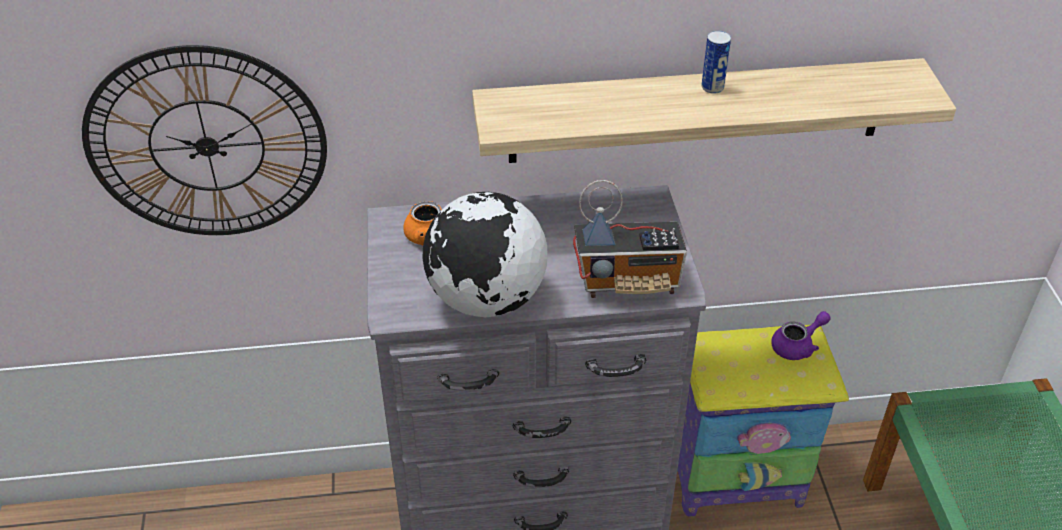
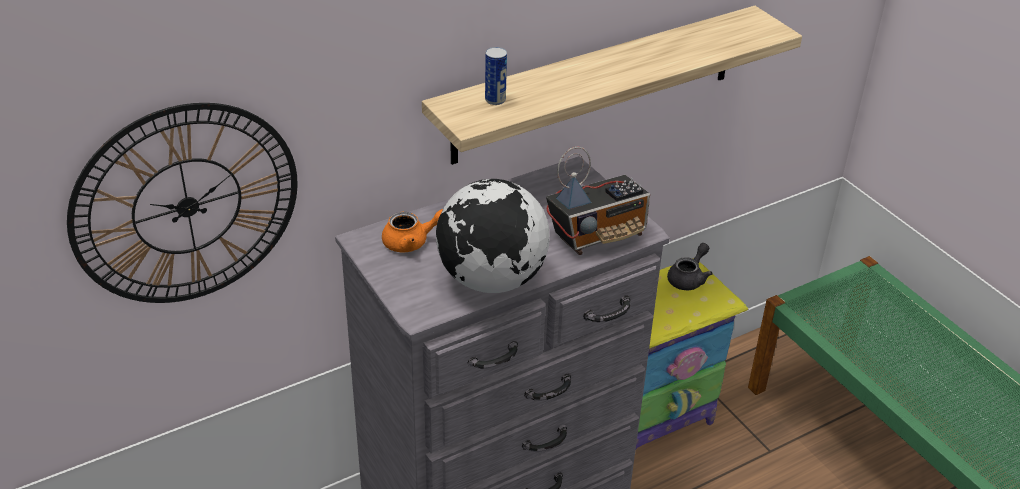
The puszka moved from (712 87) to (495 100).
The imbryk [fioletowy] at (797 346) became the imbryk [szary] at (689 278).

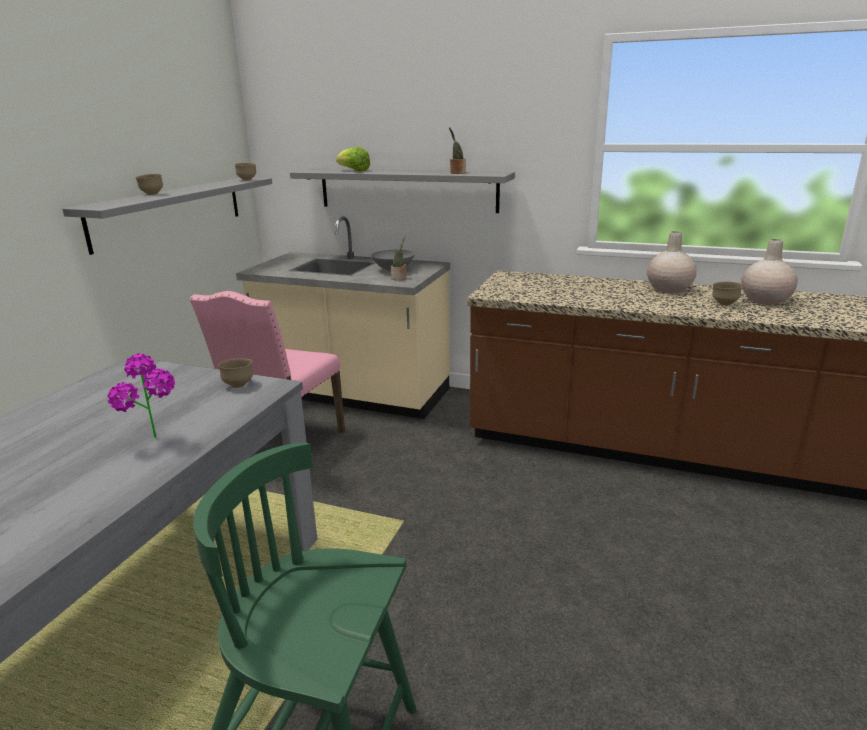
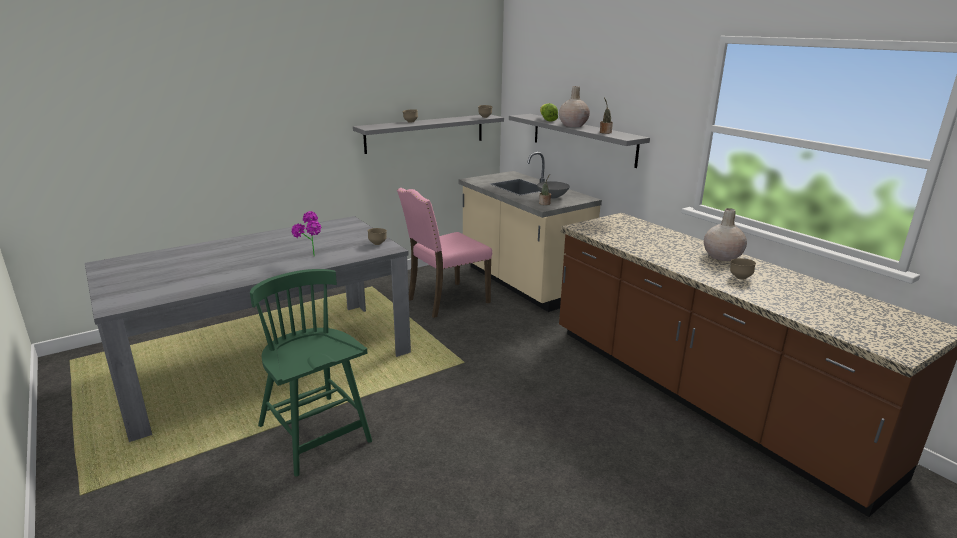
The wazon [beżowy] moved from (764 300) to (573 125).

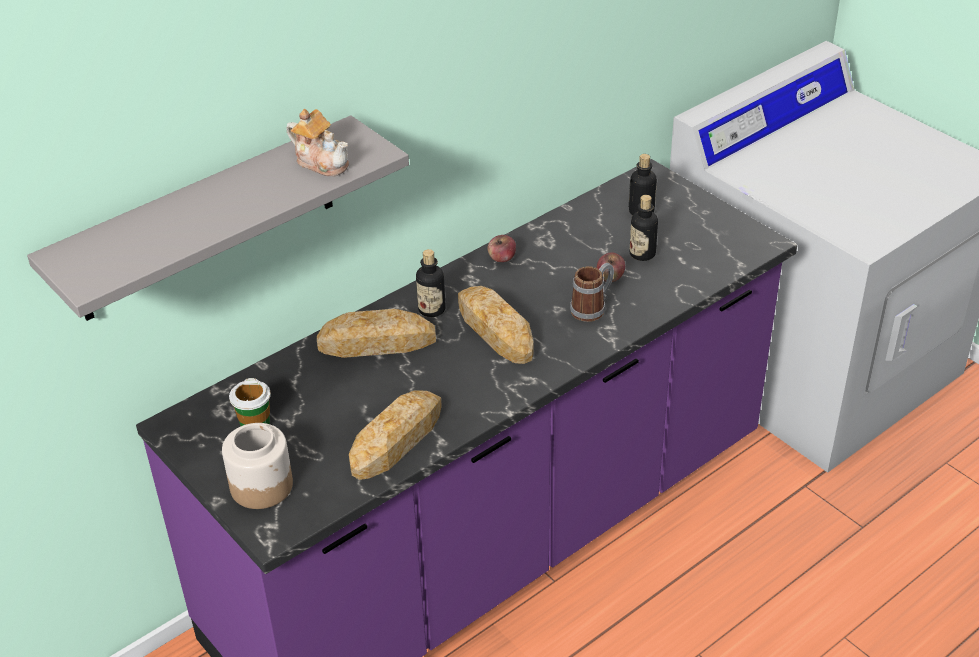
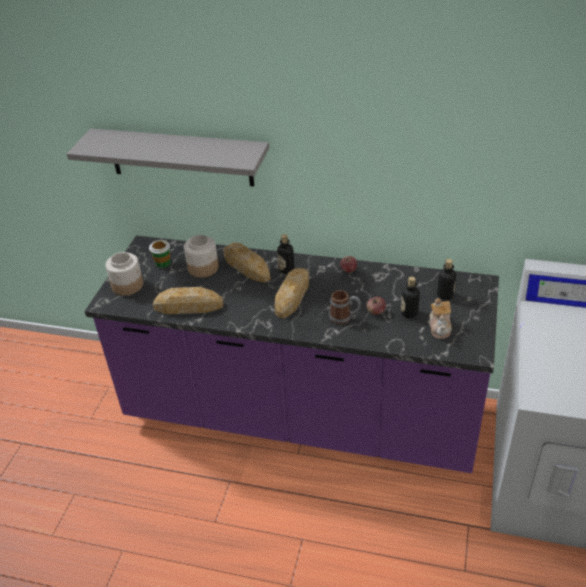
The słoik at (202 268) appeared.
The imbryk moved from (322 162) to (440 327).

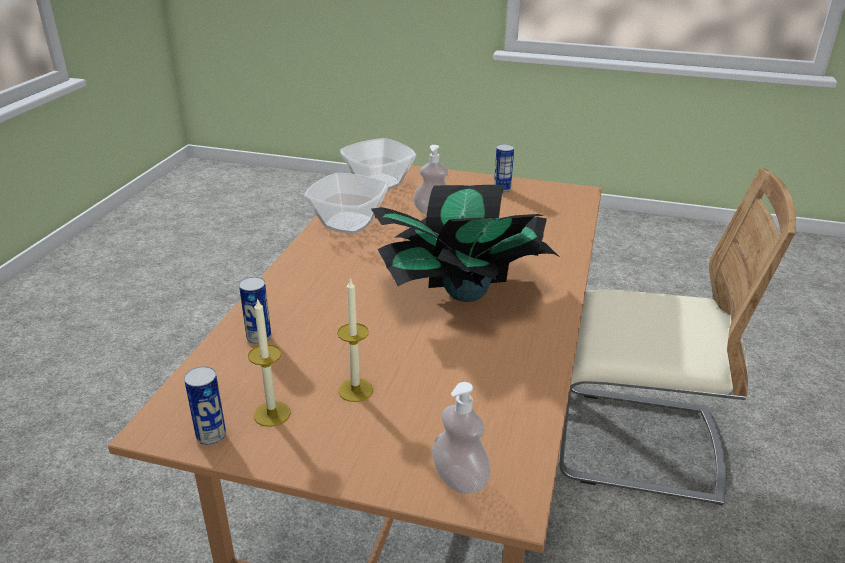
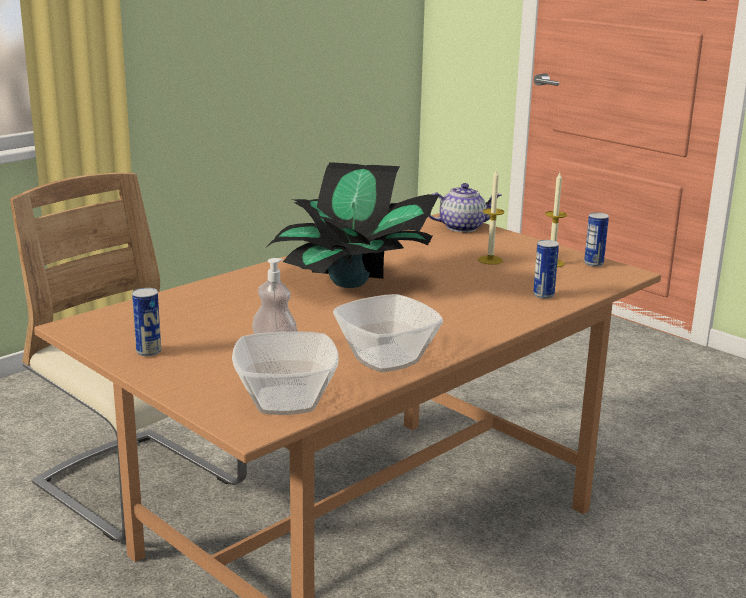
The dozownik mydła at (459 479) was replaced by the imbryk at (462 227).

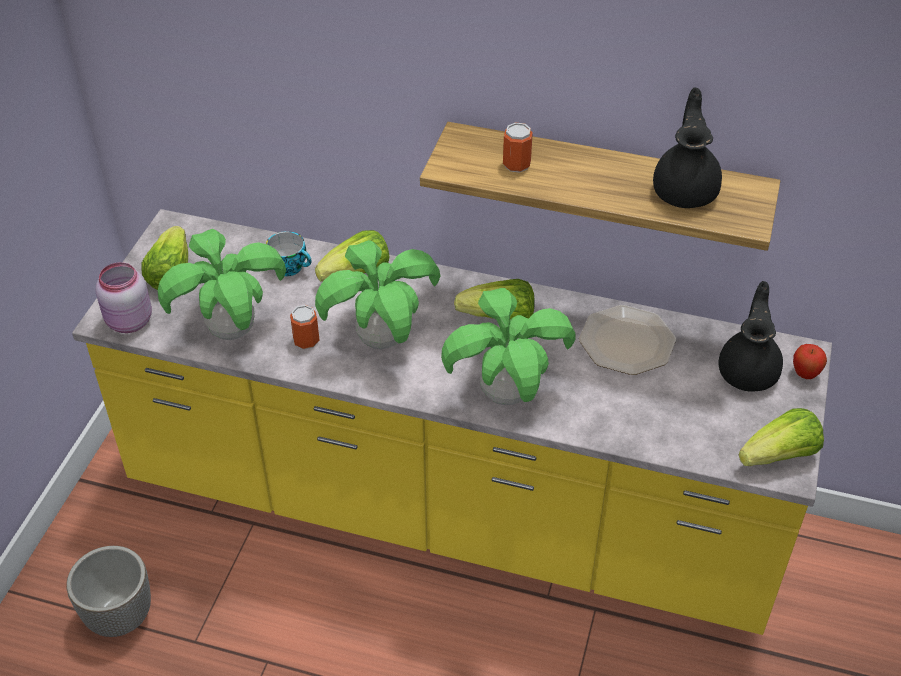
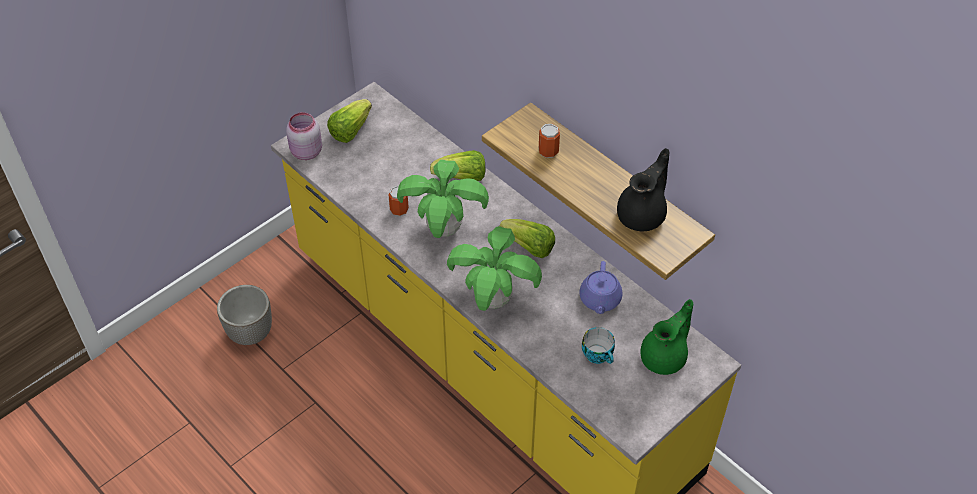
The roślina doniczkowa at (232 331) disappeared.
The sałata at (780 456) disappeared.
The jabłko at (805 374) disappeared.
The filiżanka moved from (290 267) to (598 355).
The talerz at (627 341) was replaced by the imbryk [fioletowy] at (600 300).
The imbryk [czarny] at (748 371) became the imbryk [zielony] at (665 357).

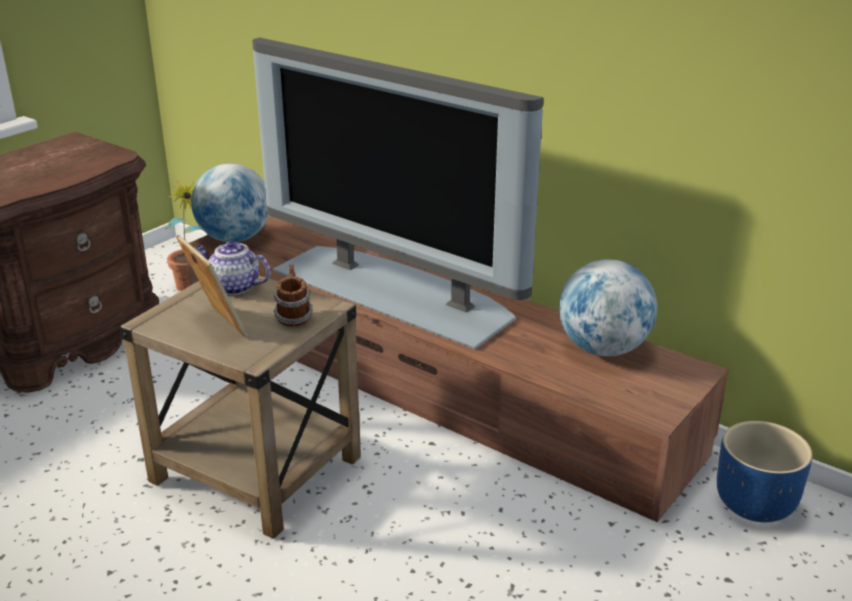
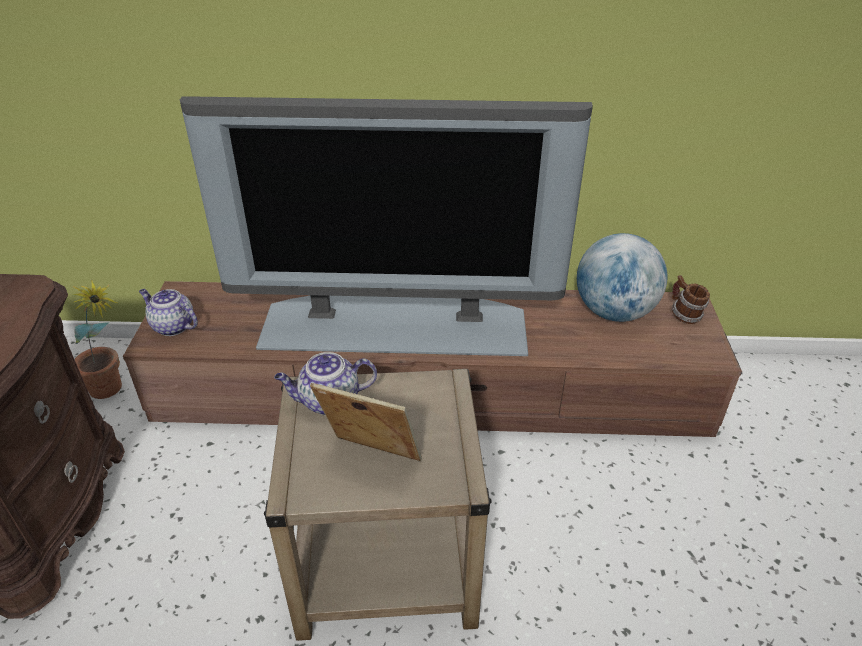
The donica [niebieski] at (755 505) disappeared.
The kubek moved from (293 317) to (684 315).
The globus at (234 238) was replaced by the imbryk at (172 326).

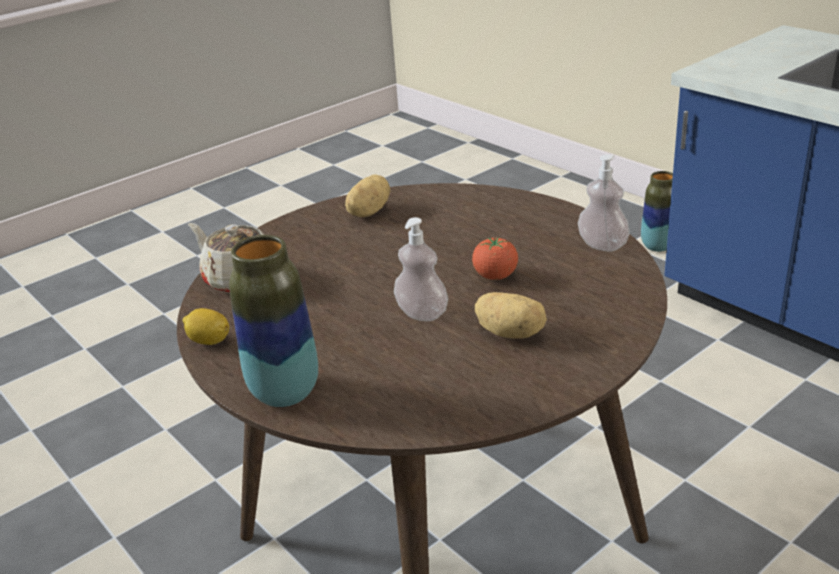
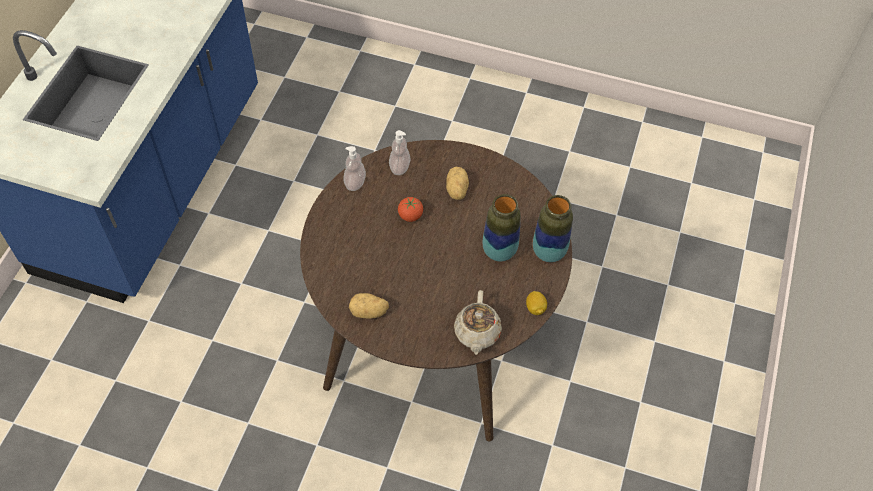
The dozownik mydła moved from (422 313) to (399 167).
The wazon moved from (657 246) to (499 251).

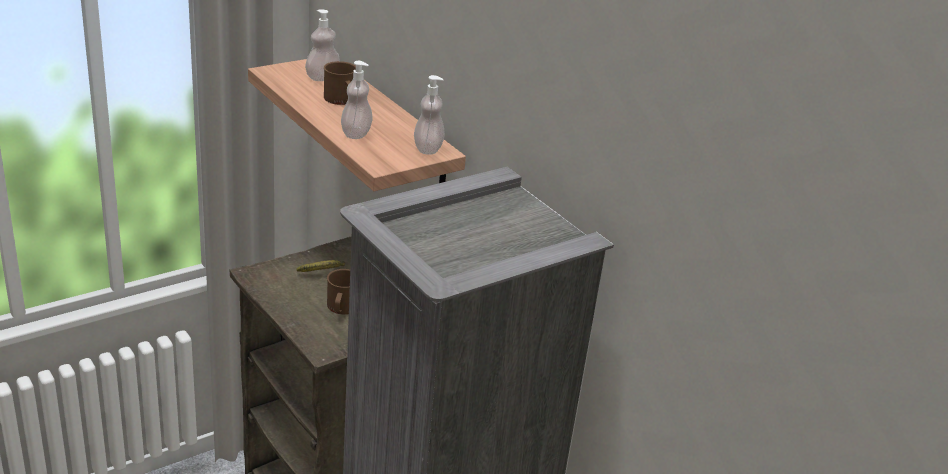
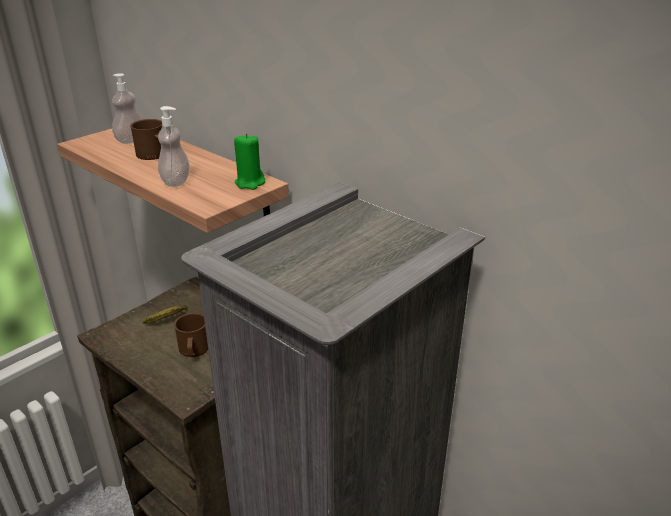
The dozownik mydła at (428 149) was replaced by the świeca [zielony] at (250 183).

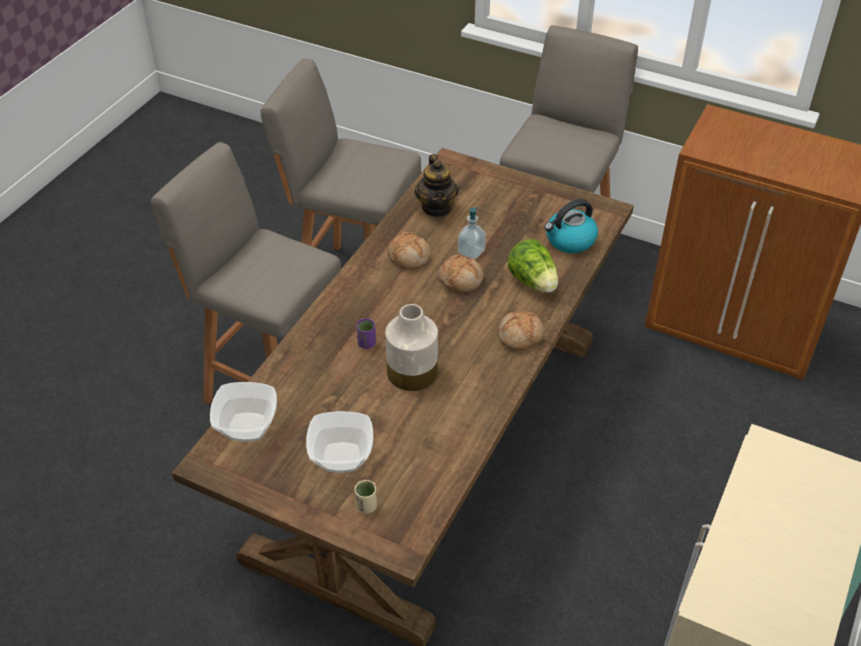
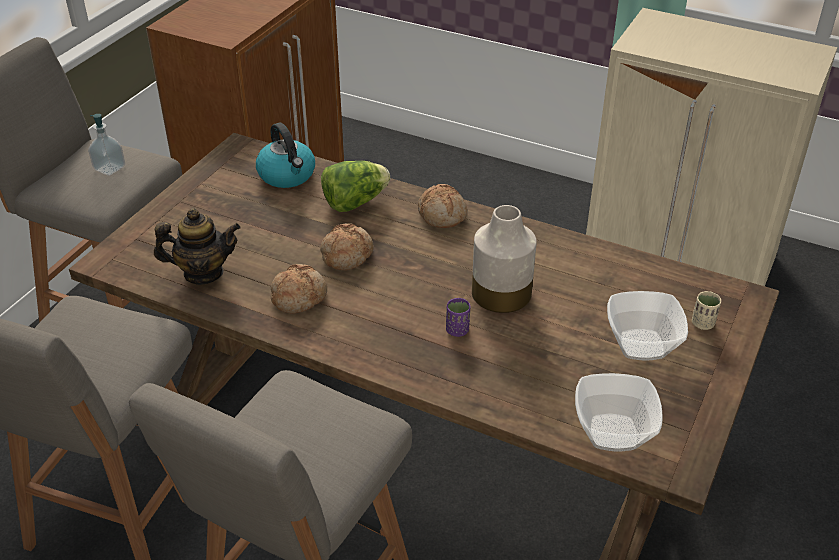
The dozownik mydła moved from (471 251) to (109 168).

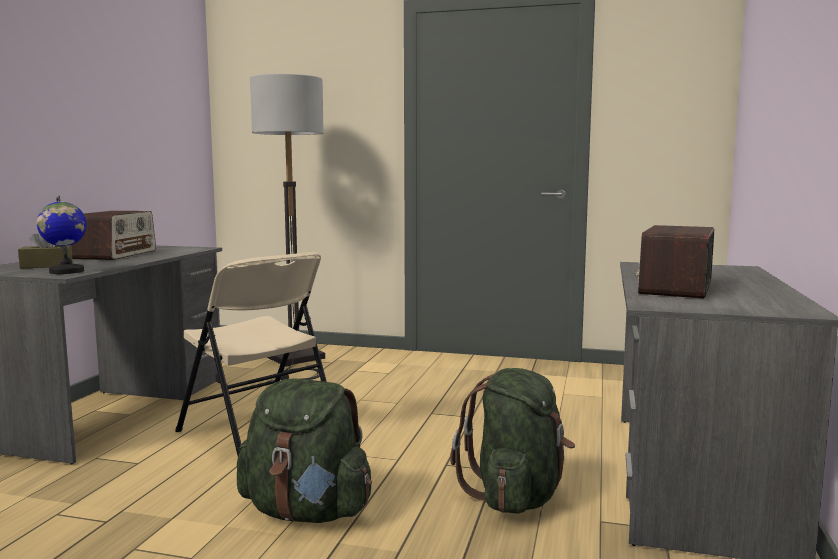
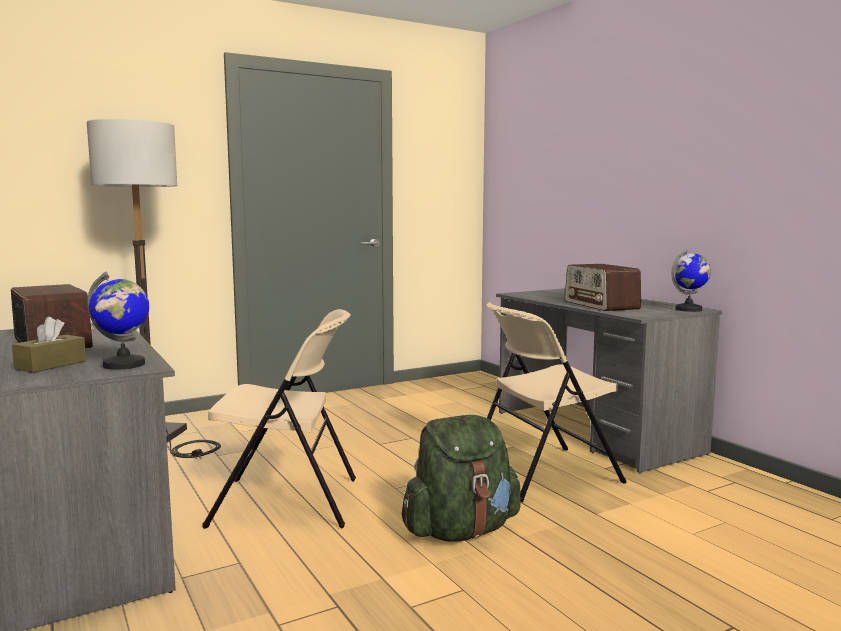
The globus at (689 309) appeared.
The plecak [zielony] at (516 496) was replaced by the krzesło [beżowy] at (544 472).

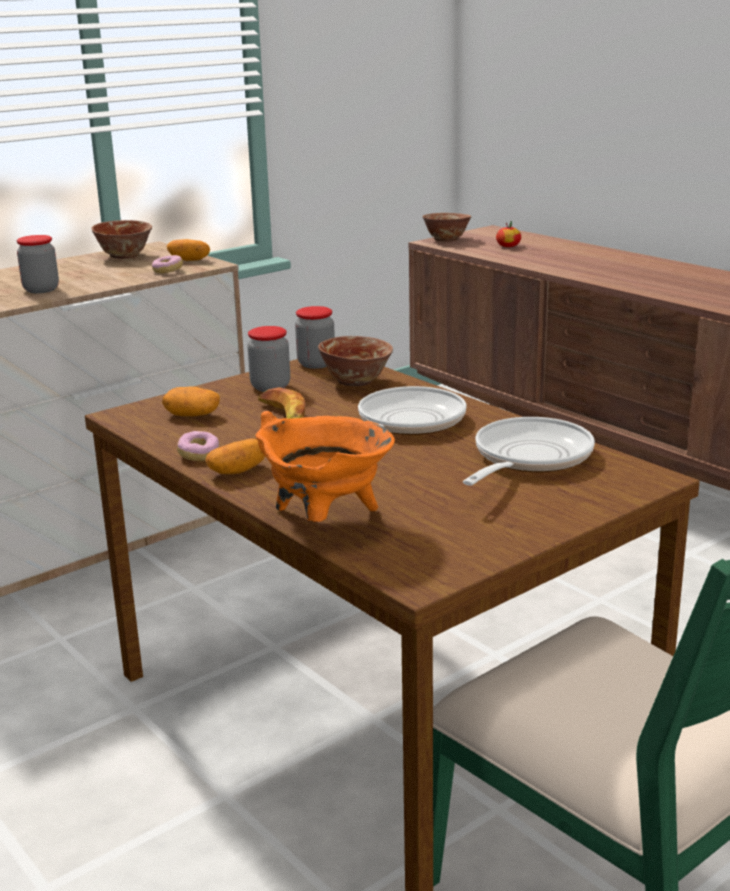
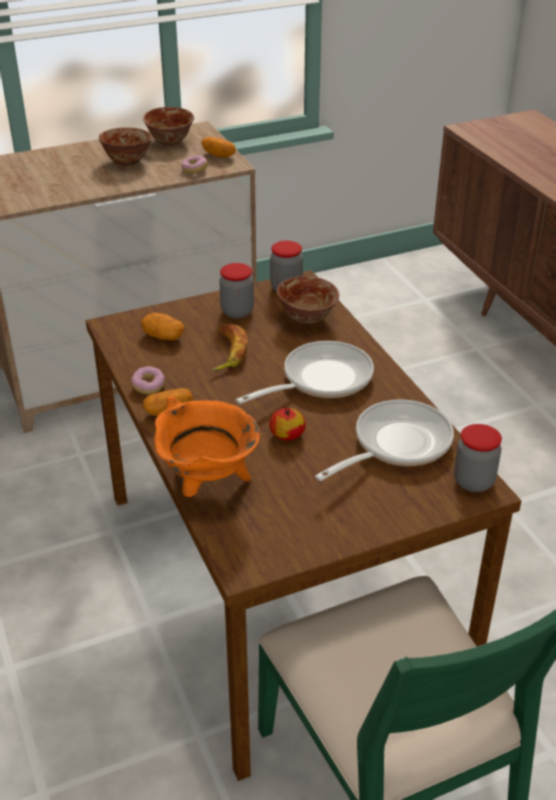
The słoik moved from (41 290) to (473 482).
The miska moved from (446 240) to (127 161).
The jabłko moved from (508 246) to (287 434).

